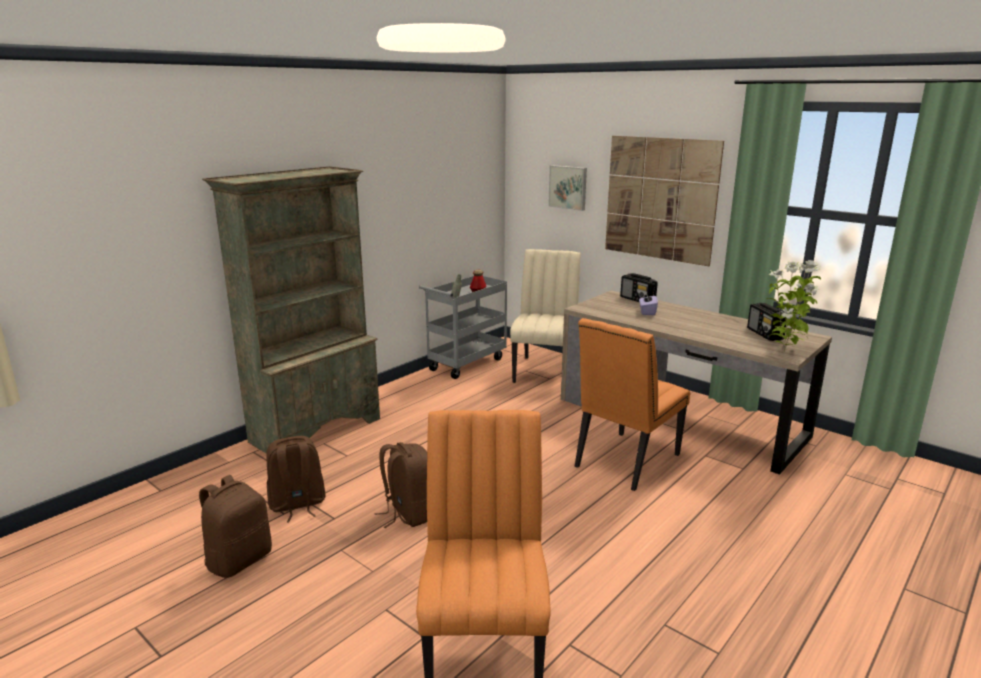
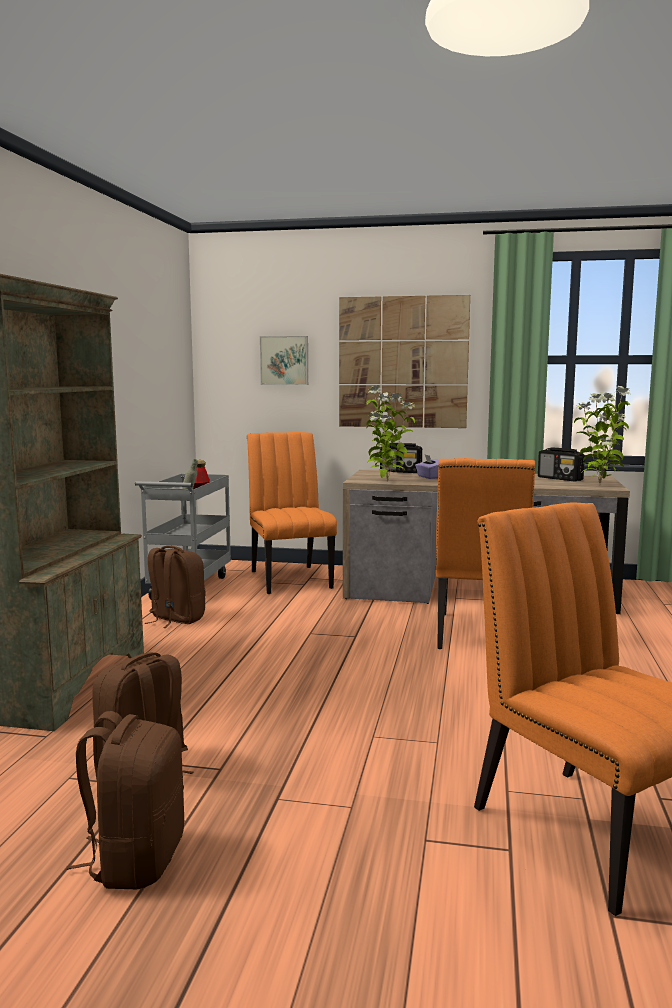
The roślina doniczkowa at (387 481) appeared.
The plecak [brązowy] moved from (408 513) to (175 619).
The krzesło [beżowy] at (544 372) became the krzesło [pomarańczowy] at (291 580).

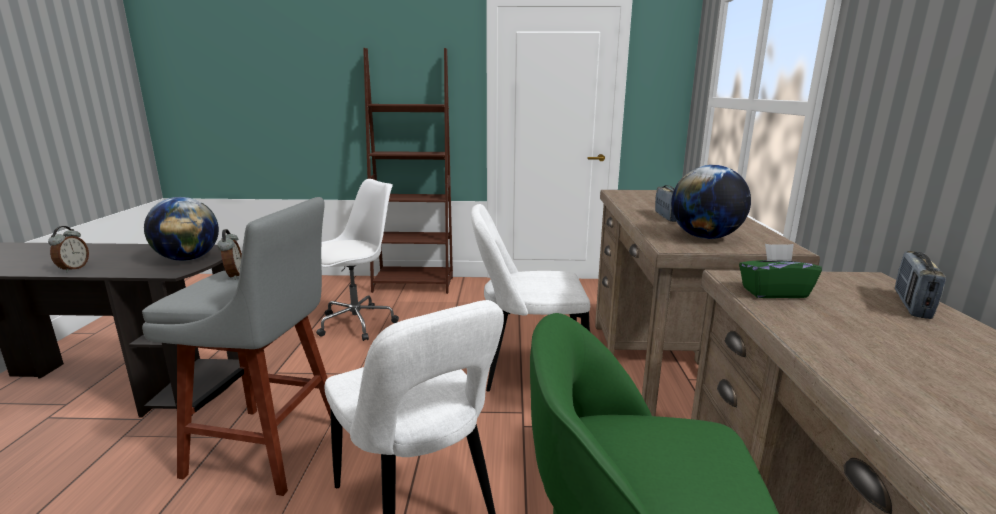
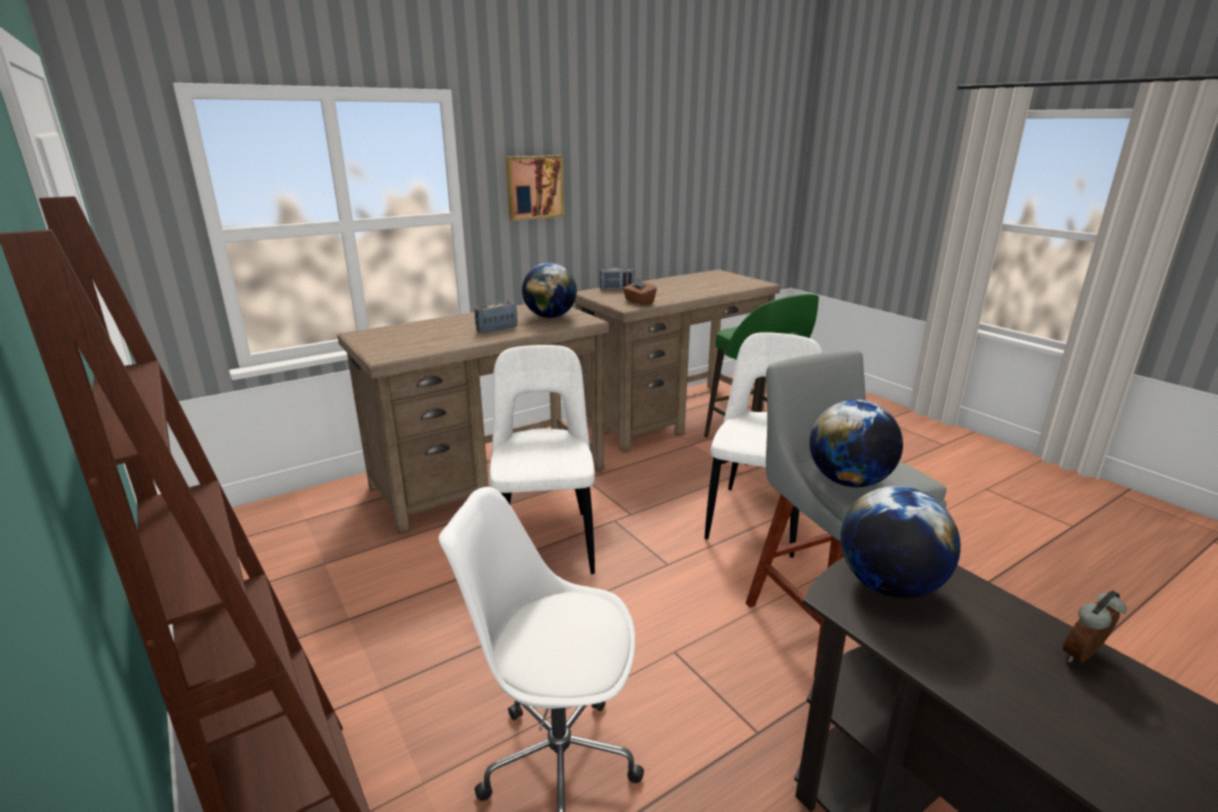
The obraz at (534 187) appeared.
The budzik at (234 276) was replaced by the globus at (849 481).
The pudełko chusteczek [zielony] at (773 292) became the pudełko chusteczek [brązowy] at (639 302).
The krzesło [biały] at (527 371) turned 150 degrees counterclockwise.

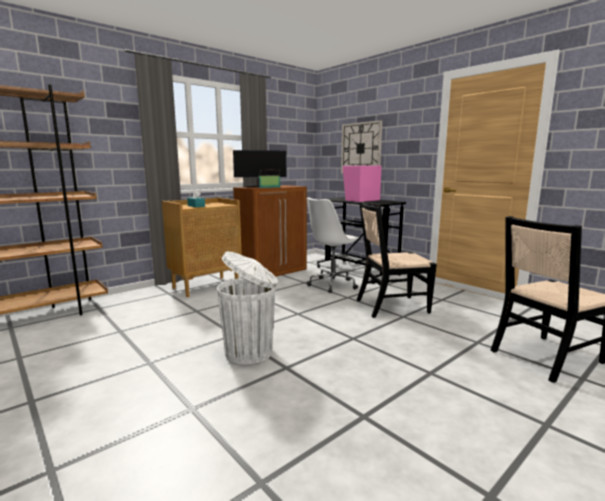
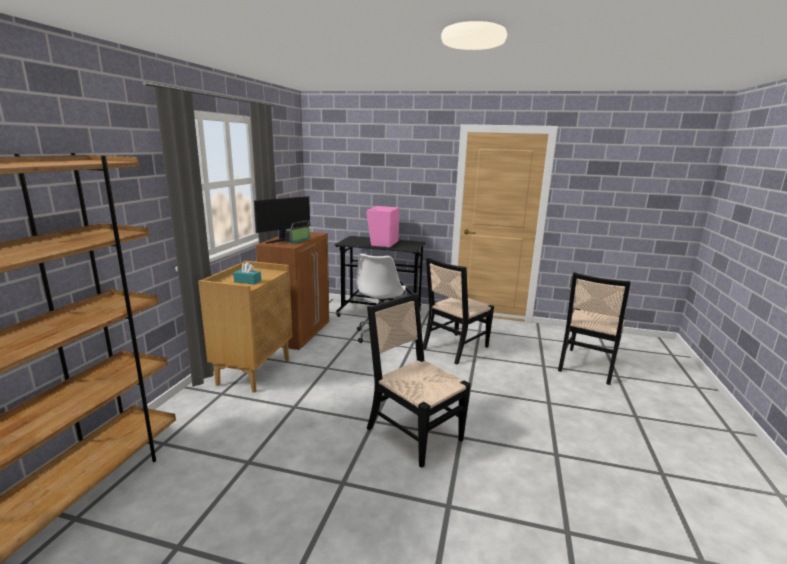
The zegar ścienny at (361 148) disappeared.
The kosz na śmieci [biały] at (250 352) was replaced by the krzesło at (414 434).

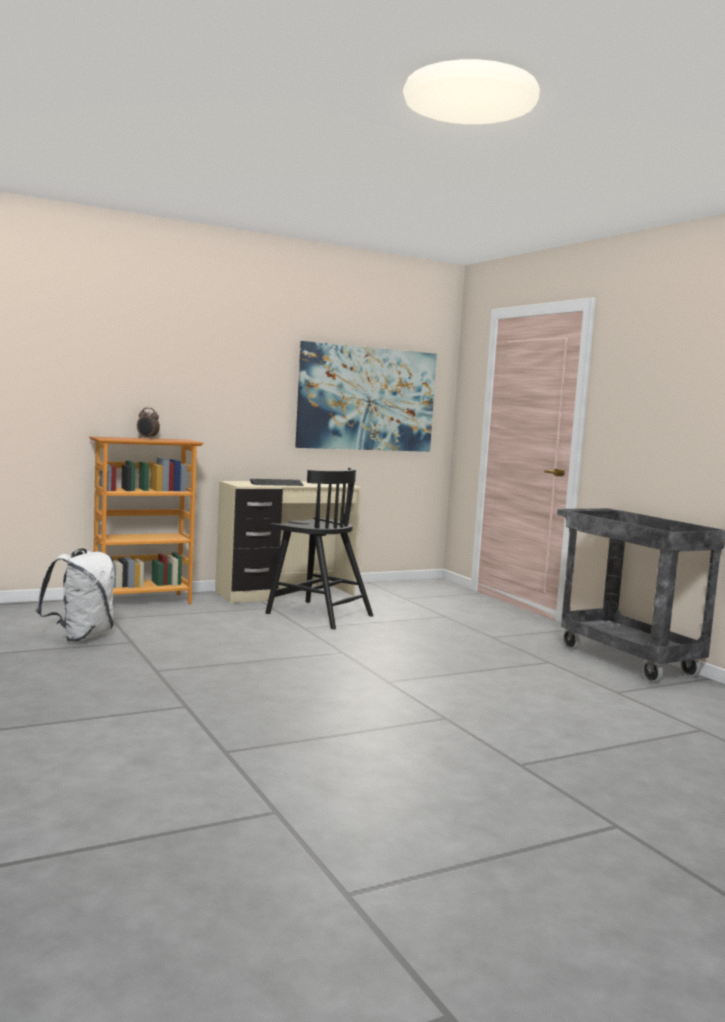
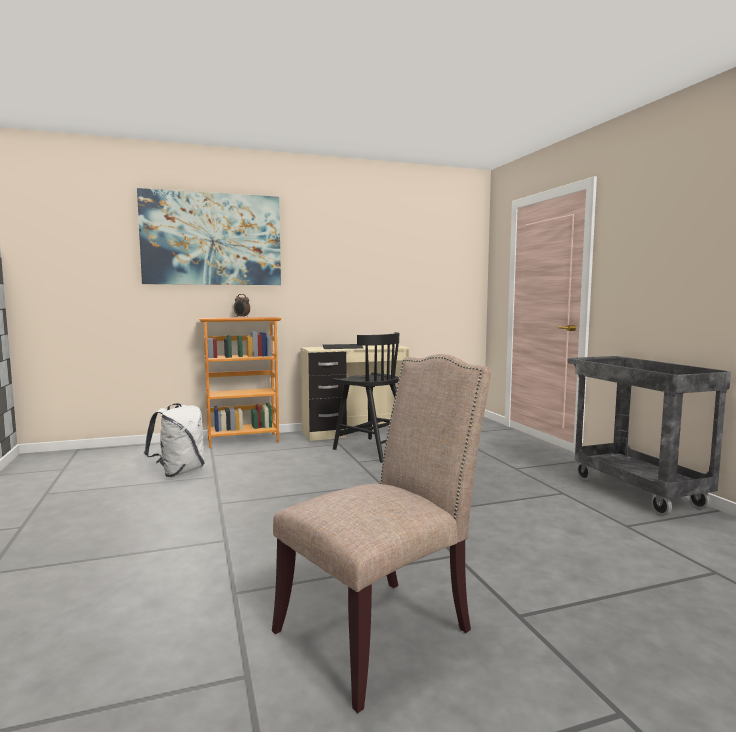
The krzesło [beżowy] at (382 630) appeared.
The obraz moved from (367 399) to (212 239).

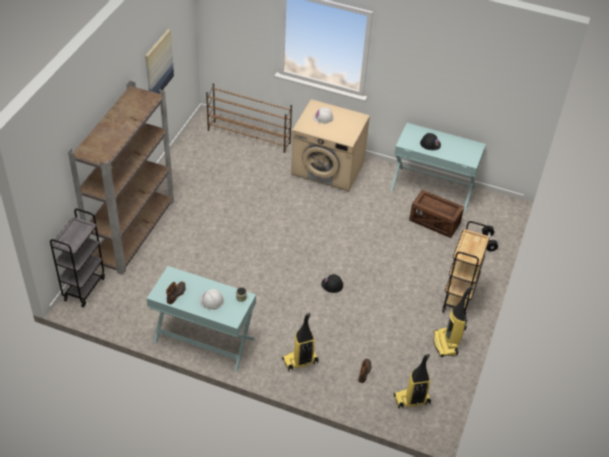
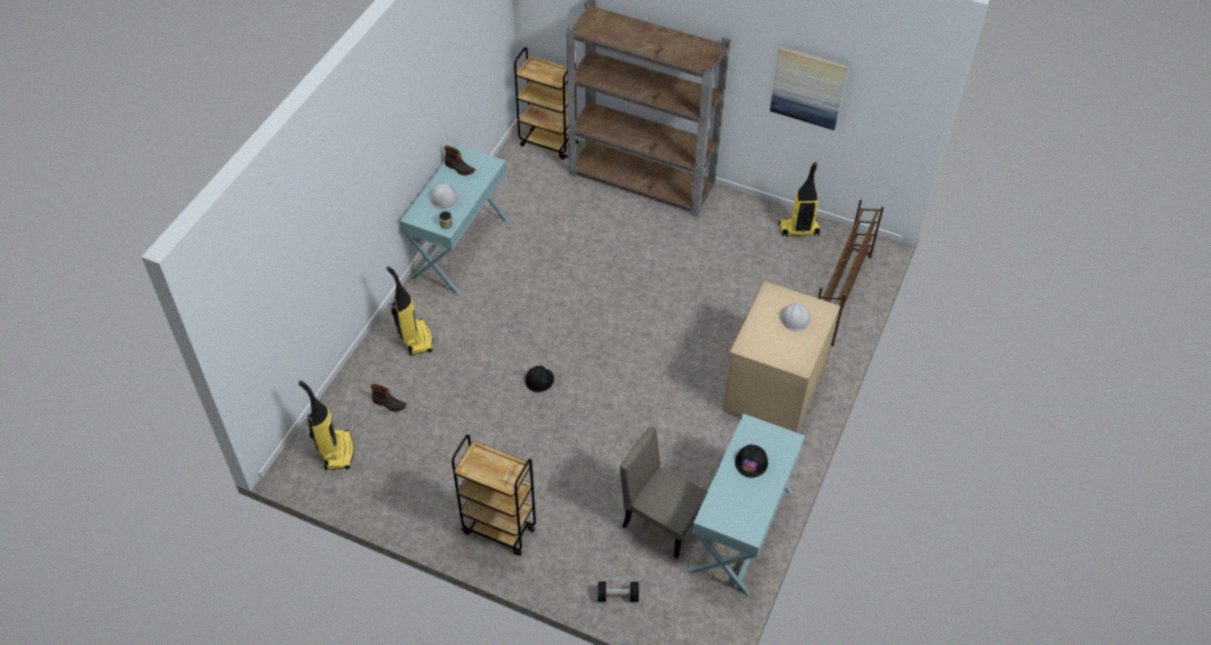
The odkurzacz moved from (446 344) to (798 230).
The skrzynka at (434 222) was replaced by the krzesło [beżowy] at (663 522).
The wózek [szary] at (84 288) became the wózek [brązowy] at (548 144).

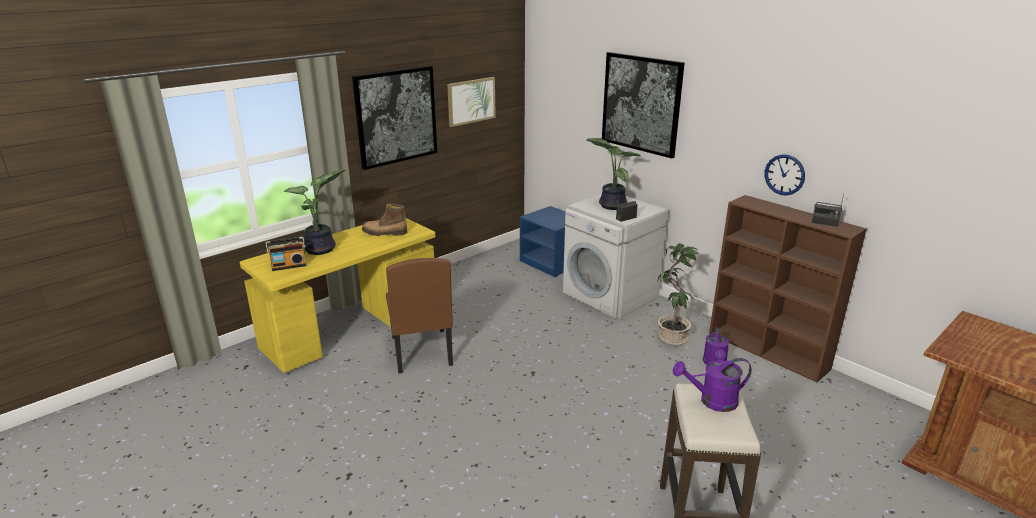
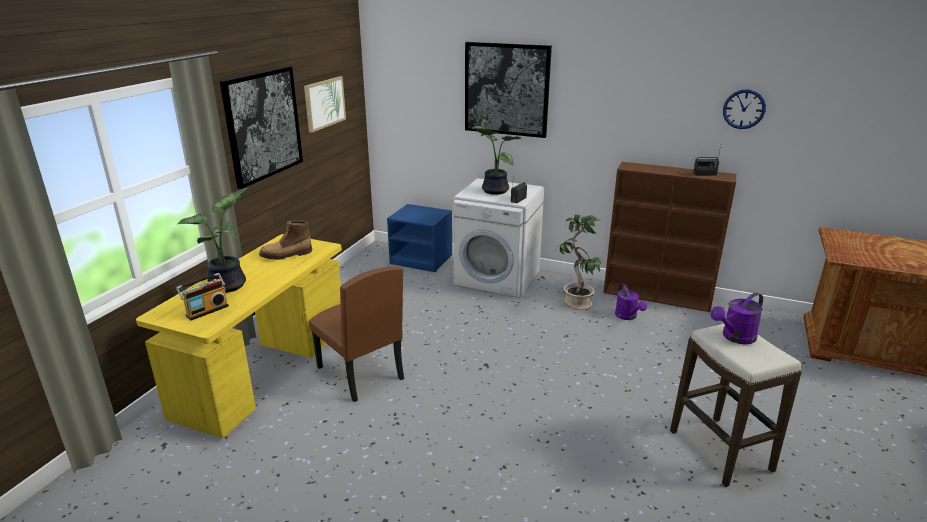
The zegar ścienny moved from (784 174) to (744 109).

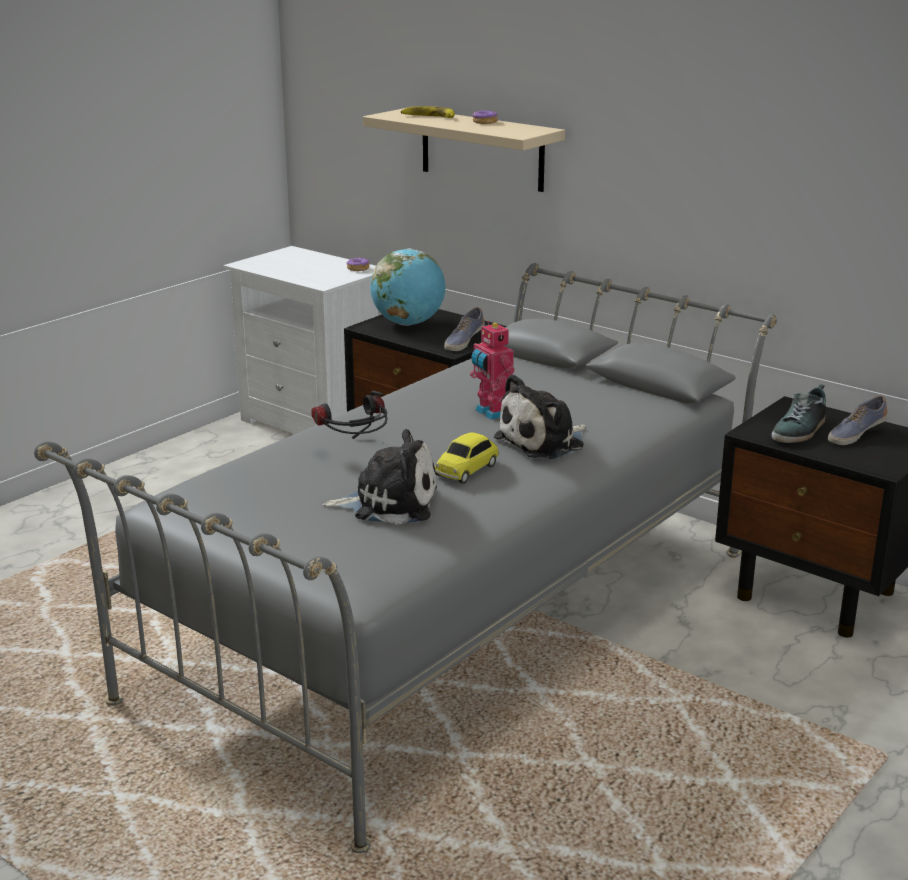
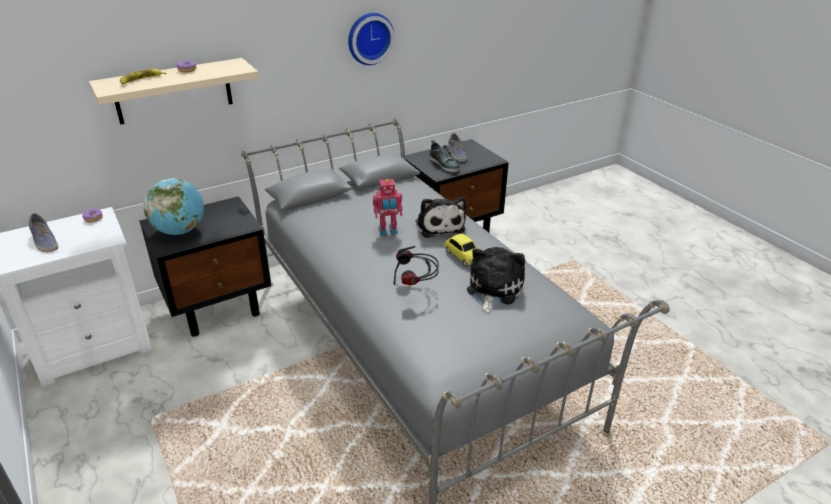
The zegar ścienny at (369 38) appeared.
The but moved from (463 341) to (44 241).

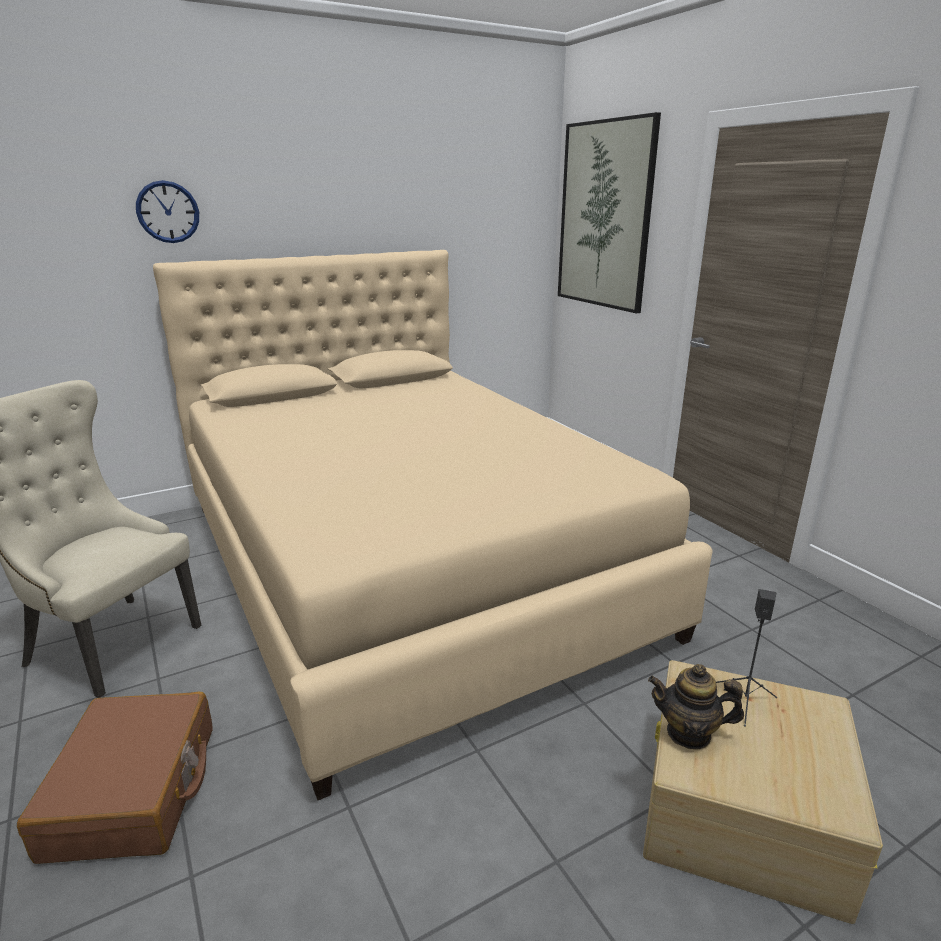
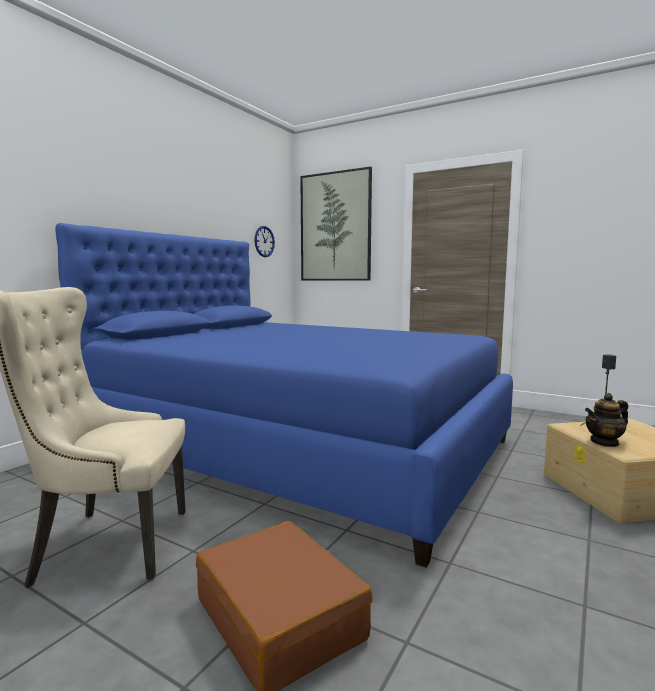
The zegar ścienny moved from (168 212) to (264 241).
The łóżko [beżowy] at (404 563) became the łóżko [niebieski] at (296 445).

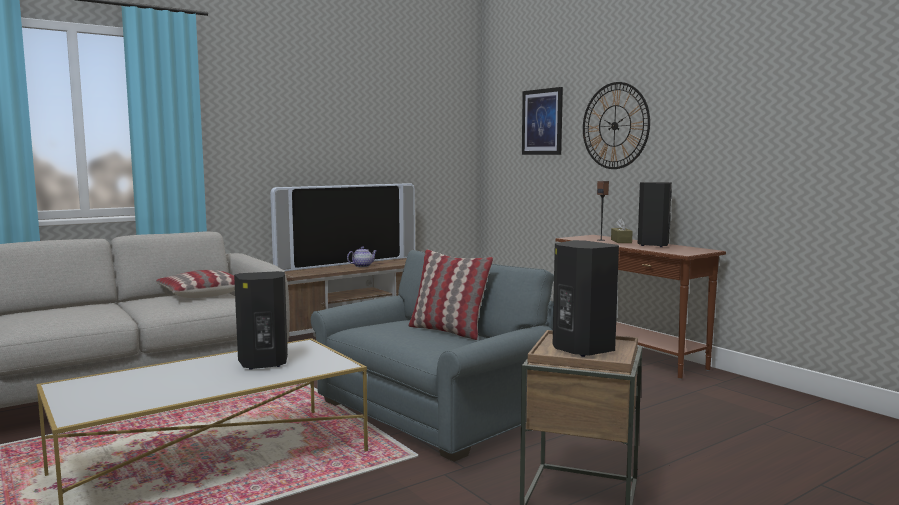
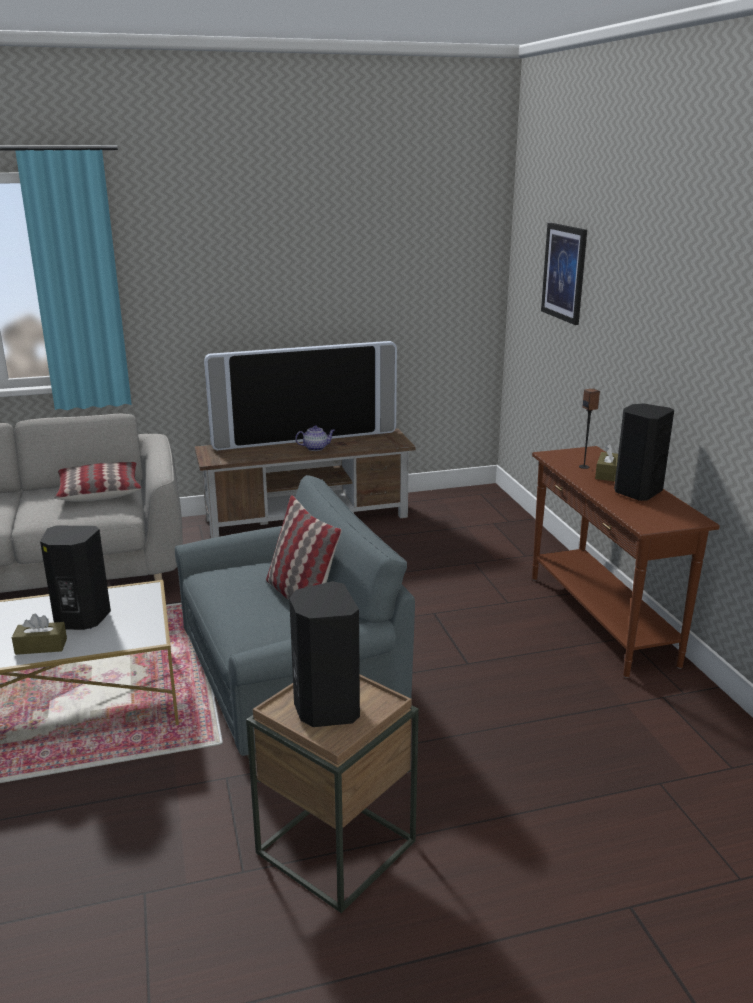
The zegar ścienny at (615 126) disappeared.
The pudełko chusteczek [brązowy] at (41 646) appeared.

